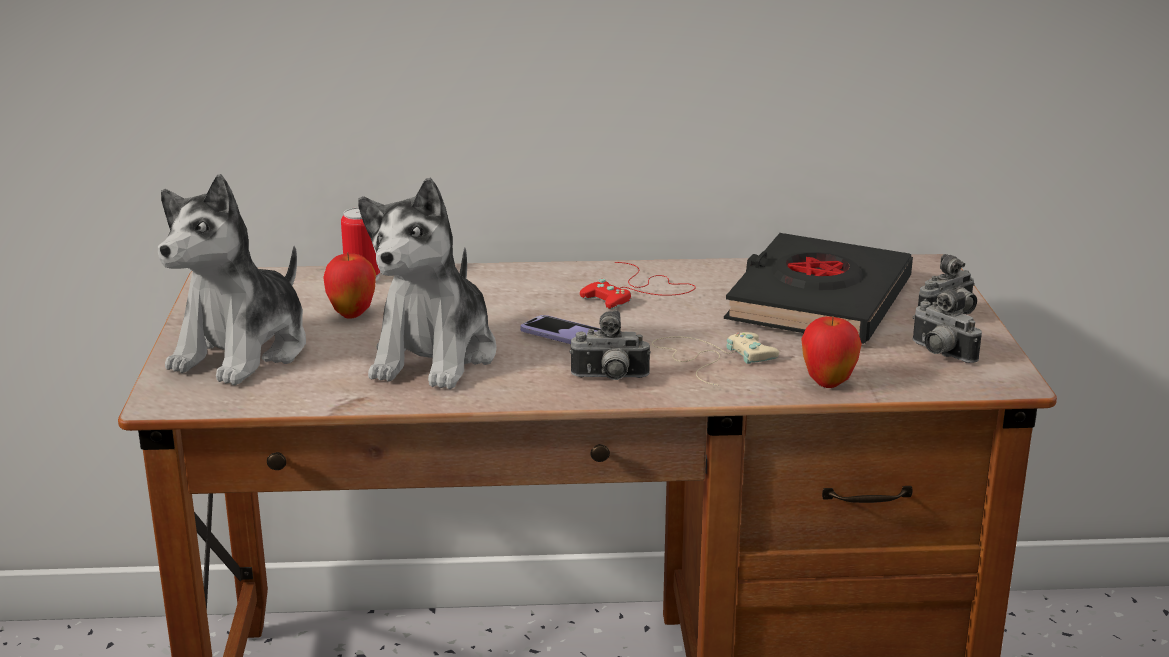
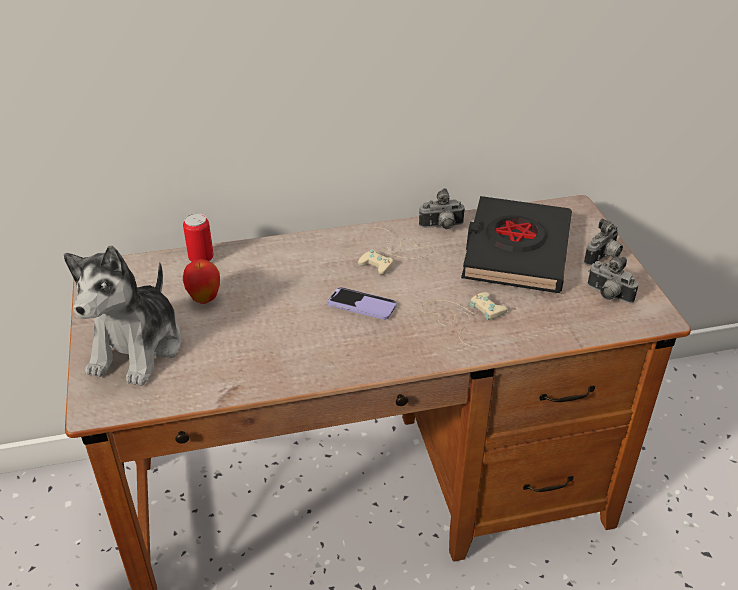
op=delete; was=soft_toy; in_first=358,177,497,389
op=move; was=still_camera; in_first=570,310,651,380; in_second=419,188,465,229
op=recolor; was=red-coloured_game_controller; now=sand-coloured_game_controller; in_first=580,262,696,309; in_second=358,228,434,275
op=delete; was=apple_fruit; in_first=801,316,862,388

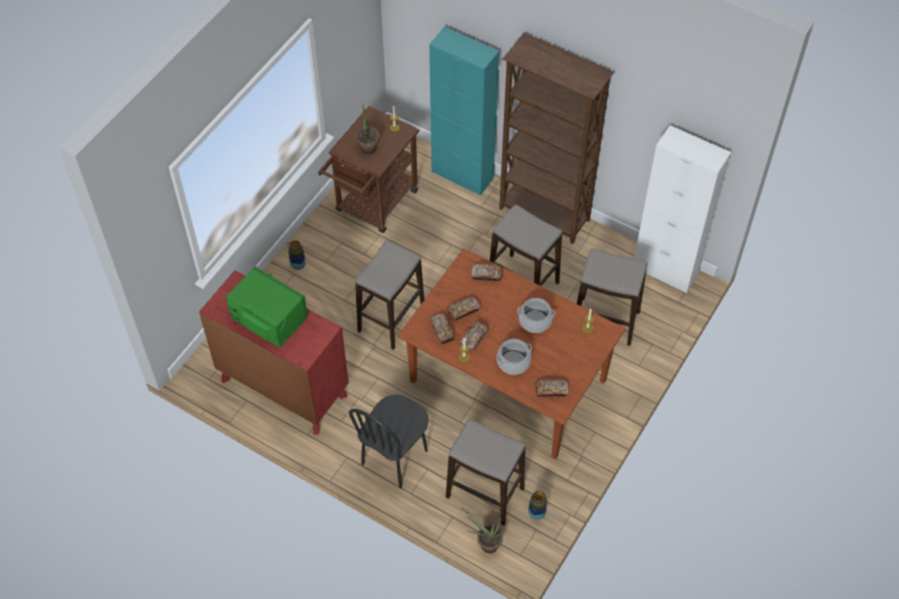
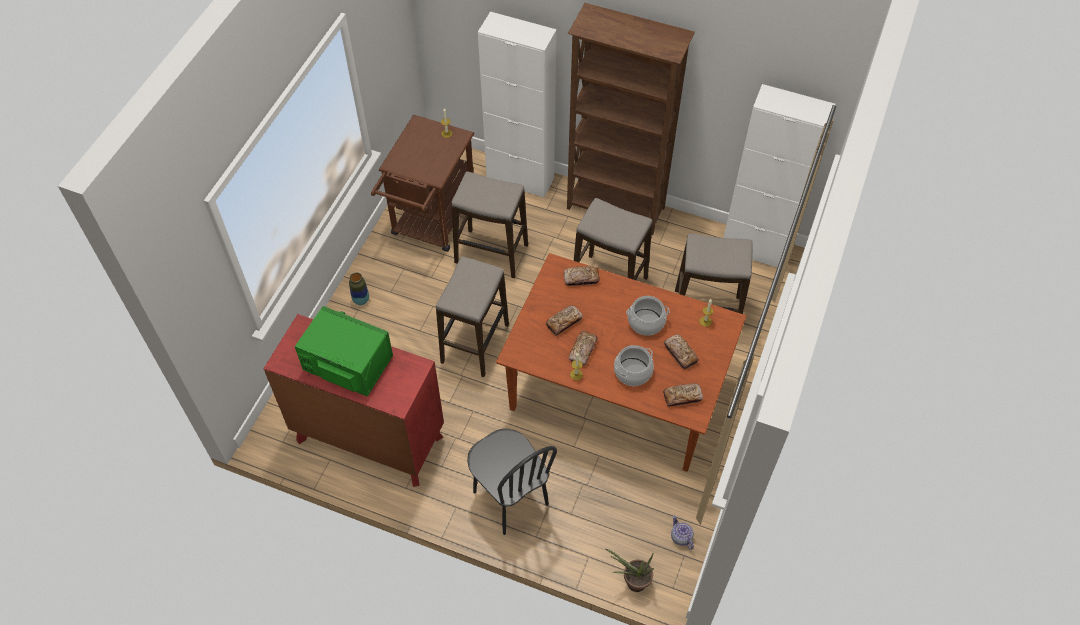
op=rotate; was=black-coloured_chair; in_first=349,395,429,489; in_second=467,428,557,535; clockwise=-60
op=delete; was=potted_plant; in_first=356,105,379,154
op=recolor; was=turquoise_cabinet; now=white_cabinet; in_first=429,27,499,196; in_second=478,11,557,198
op=move; was=bread; in_first=430,314,455,344; in_second=664,335,699,369
op=move; was=stool_seat; in_first=446,419,525,525; in_second=451,171,528,278
op=replace; was=decorative_vase; now=teapot; in_first=528,491,547,520; in_second=671,515,694,550

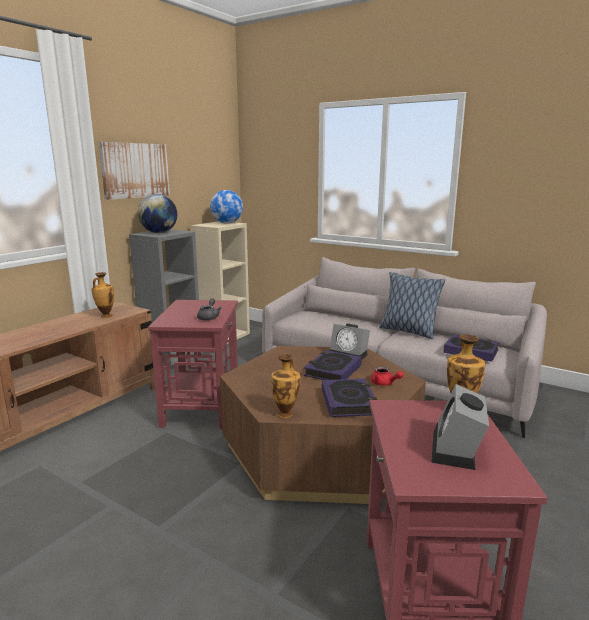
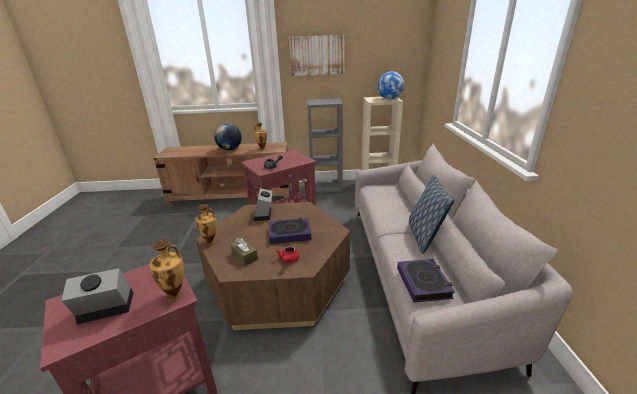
op=move; was=globe; in_first=138,194,177,233; in_second=214,124,242,150
op=replace; was=bound_book; now=brownish_tissue_box; in_first=322,379,377,417; in_second=230,238,258,266
op=move; was=bedside_clock; in_first=329,324,370,359; in_second=254,188,272,221

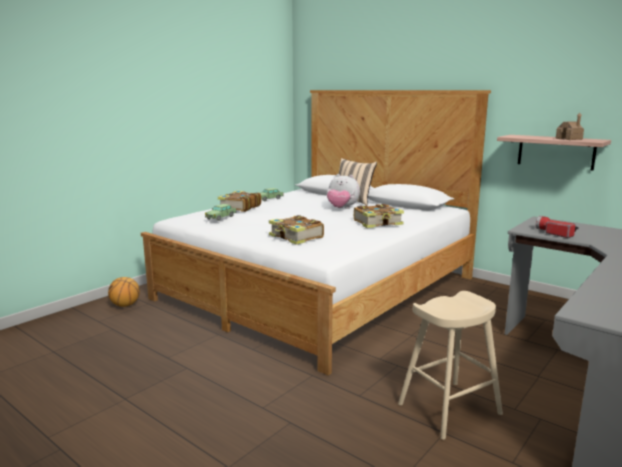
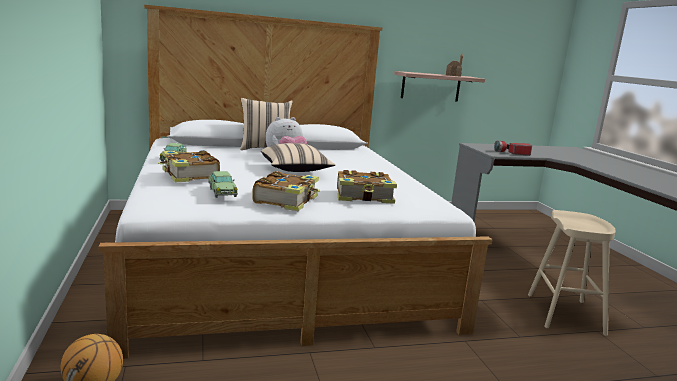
op=move; was=bound_book; in_first=354,204,404,228; in_second=252,171,320,211
op=insert; now=sand-coloured_pillow; in_second=261,143,335,172

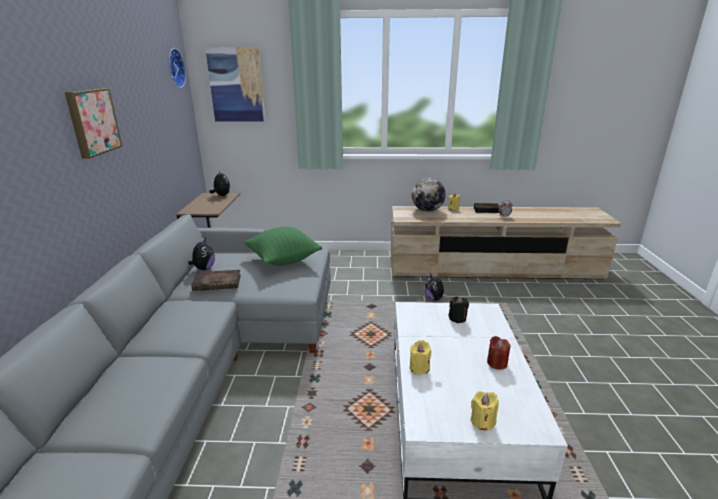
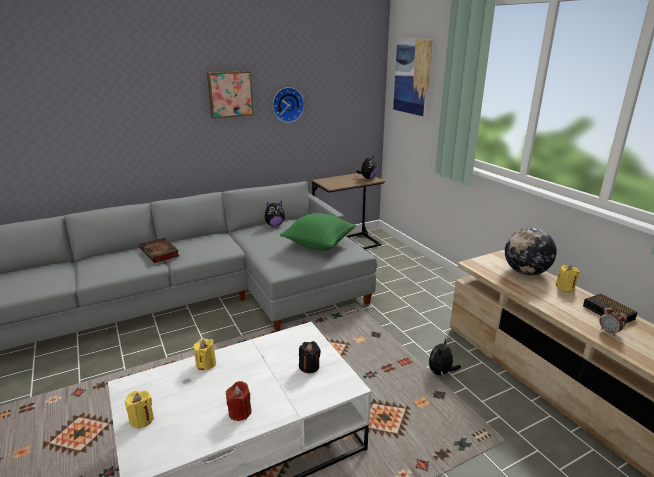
op=move; was=wall_clock; in_first=168,48,186,88; in_second=273,87,304,123
op=move; was=bound_book; in_first=192,270,241,291; in_second=139,238,180,263

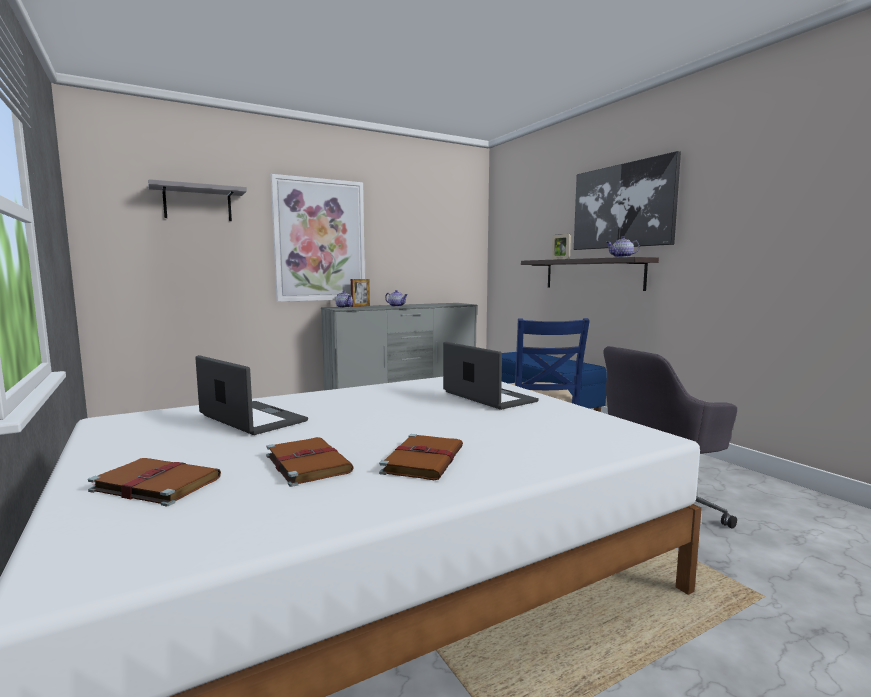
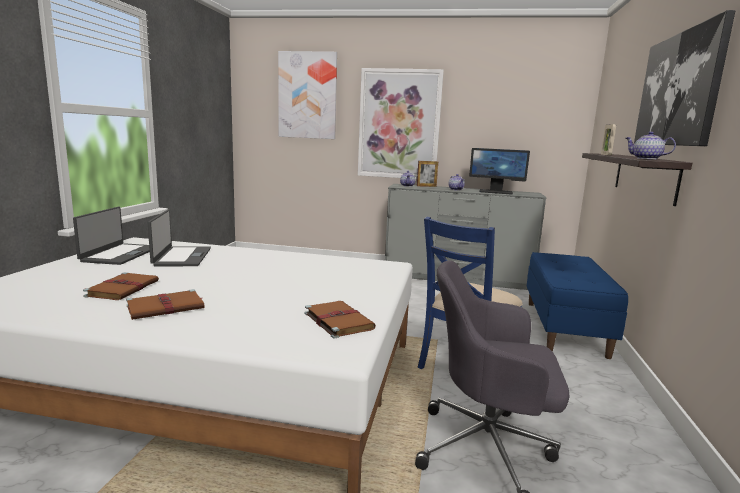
op=move; was=brownish_bound_book; in_first=88,458,221,507; in_second=305,301,376,339
op=replace; was=grey_wall_shelf; now=picture; in_first=148,179,247,221; in_second=278,51,337,139
op=move; was=portable_computer; in_first=443,342,539,410; in_second=73,207,150,265
op=insert; now=monitor; in_second=469,148,530,195

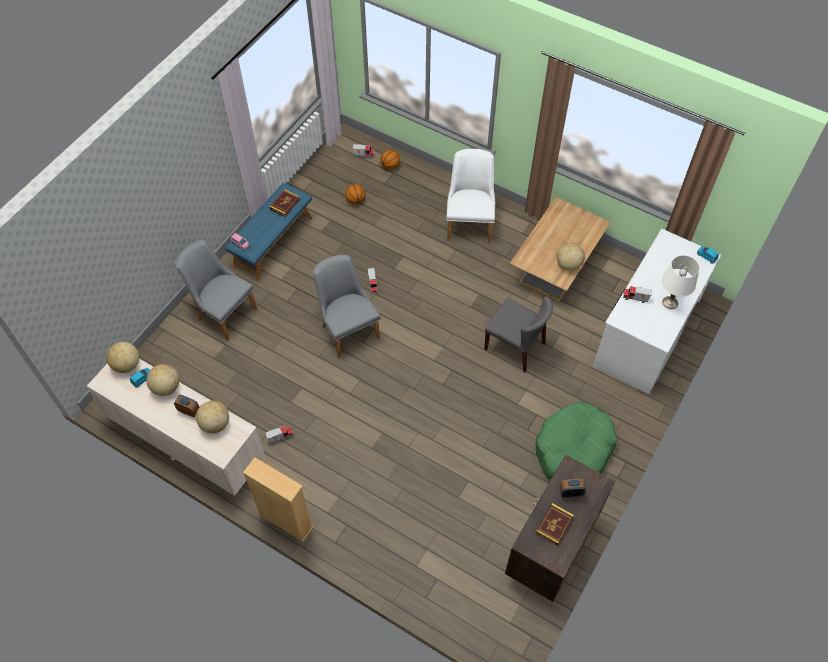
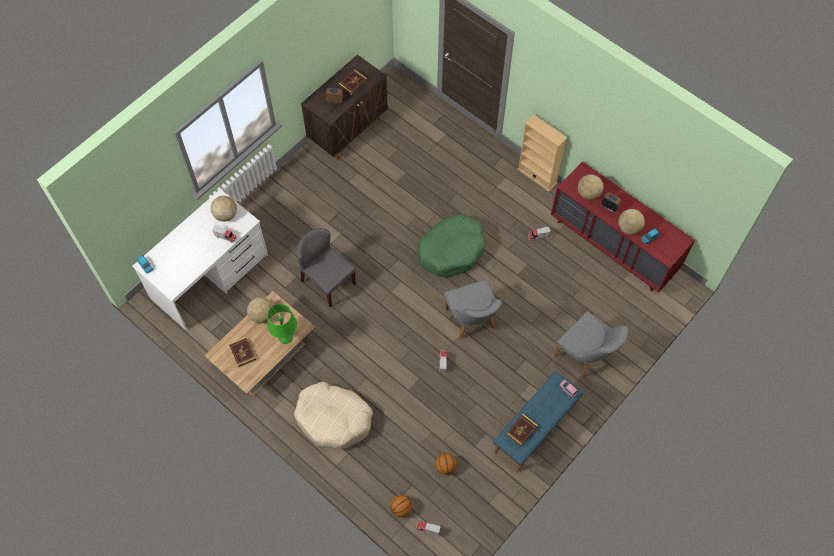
op=recolor; was=sand-coloured_dresser; now=red-coloured_dresser; in_first=87,359,265,496; in_second=551,161,695,293
op=move; was=globe; in_first=106,342,139,373; in_second=211,196,237,222
op=replace; was=white_chair; now=sand-coloured_dog_cushion; in_first=446,149,495,243; in_second=294,382,373,450
op=move; was=green-coloured_dog_cushion; in_first=536,402,617,479; in_second=418,214,485,277
op=delete; was=white_table_lamp; in_first=662,255,699,309
op=insert; now=bound_book; in_second=229,337,256,367
op=insert; now=green-coloured_table_lamp; in_second=267,304,297,344

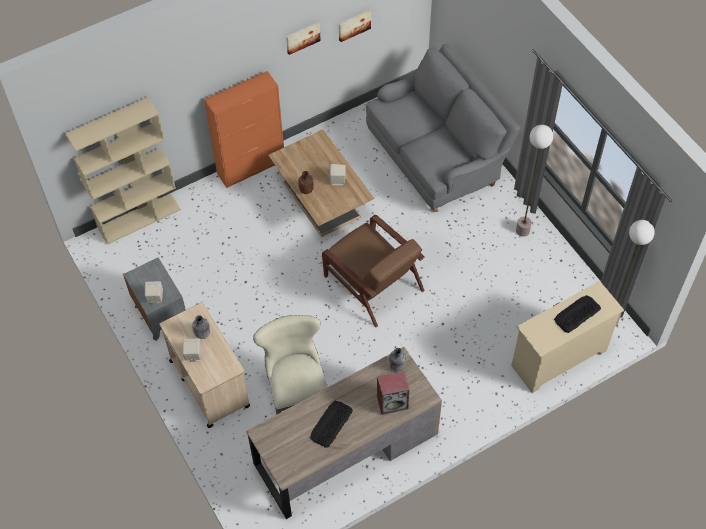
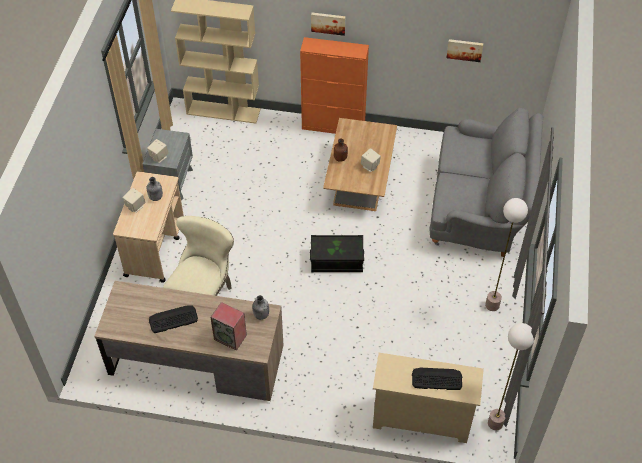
op=move; was=picture; in_first=286,22,321,55; in_second=311,13,345,36
op=replace; was=brownish_armchair; now=black-coloured_storage_box; in_first=322,215,425,327; in_second=310,235,364,272

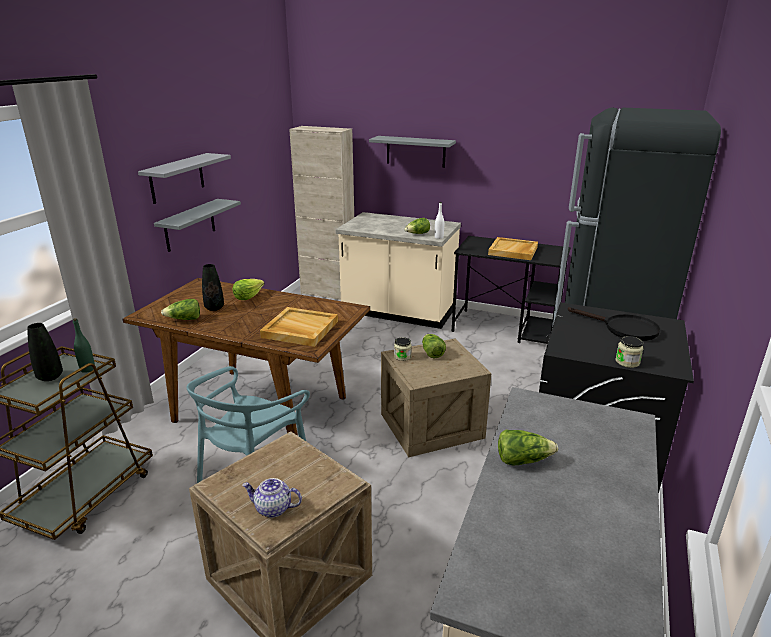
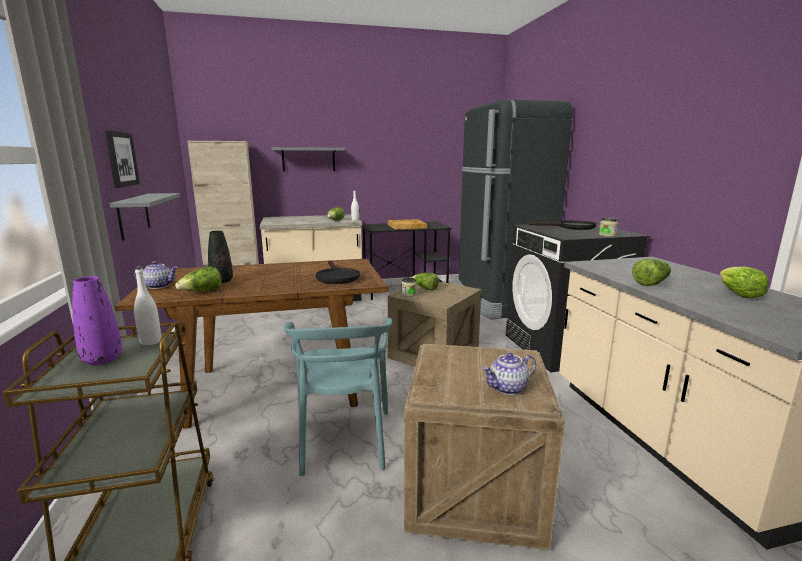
op=recolor; was=black-coloured_decorative_vase; now=purplish_decorative_vase; in_first=27,323,63,381; in_second=72,276,122,365
op=recolor; was=green-coloured_drink_bottle; now=white_drink_bottle; in_first=73,318,95,373; in_second=134,267,161,346
op=replace; was=grey_wall_shelf; now=picture; in_first=138,153,231,204; in_second=105,130,140,188
op=move; was=lettuce_head; in_first=233,279,264,300; in_second=720,267,769,298
op=replace; was=sand-coloured_serving_tray; now=black-coloured_pan; in_first=260,307,338,347; in_second=316,261,360,284
op=insert; now=teapot; in_second=134,261,178,289

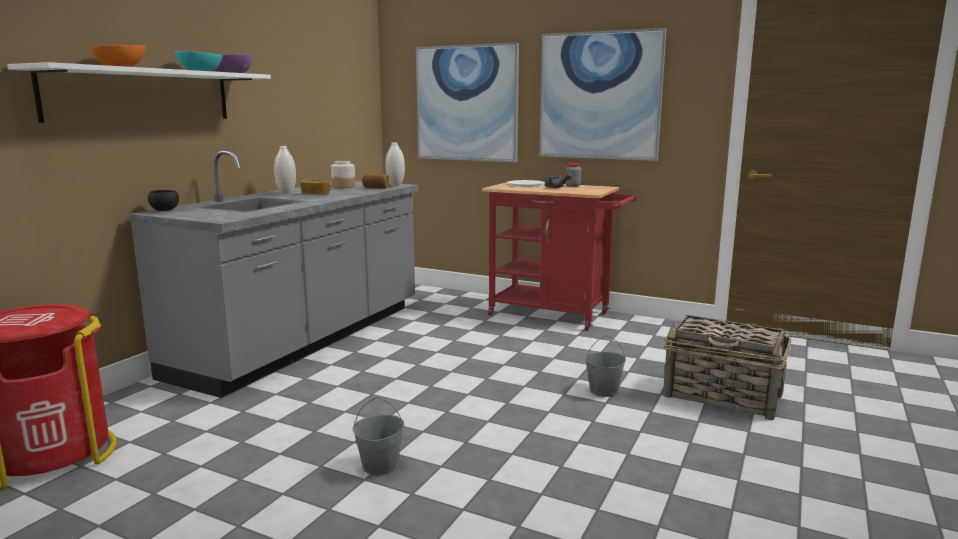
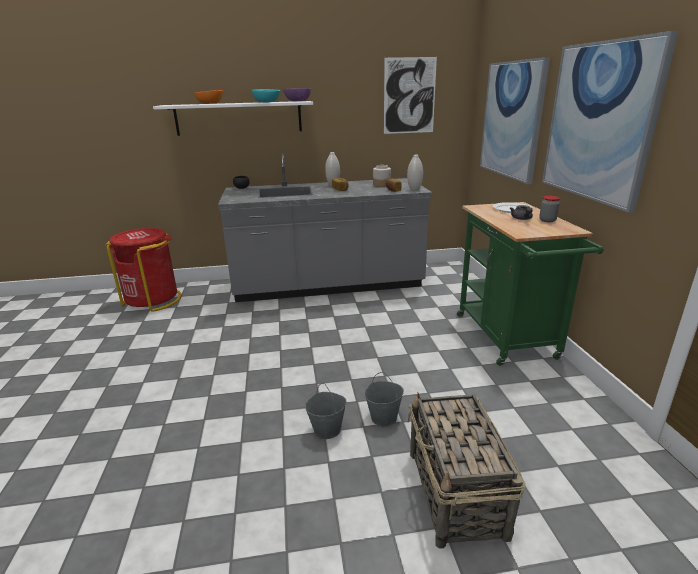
op=move; was=grey_pail; in_first=353,397,404,475; in_second=305,383,347,439
op=recolor; was=red-coloured_wheeled_cart; now=green-coloured_wheeled_cart; in_first=482,182,637,331; in_second=457,202,604,366
op=insert; now=picture; in_second=384,57,437,134

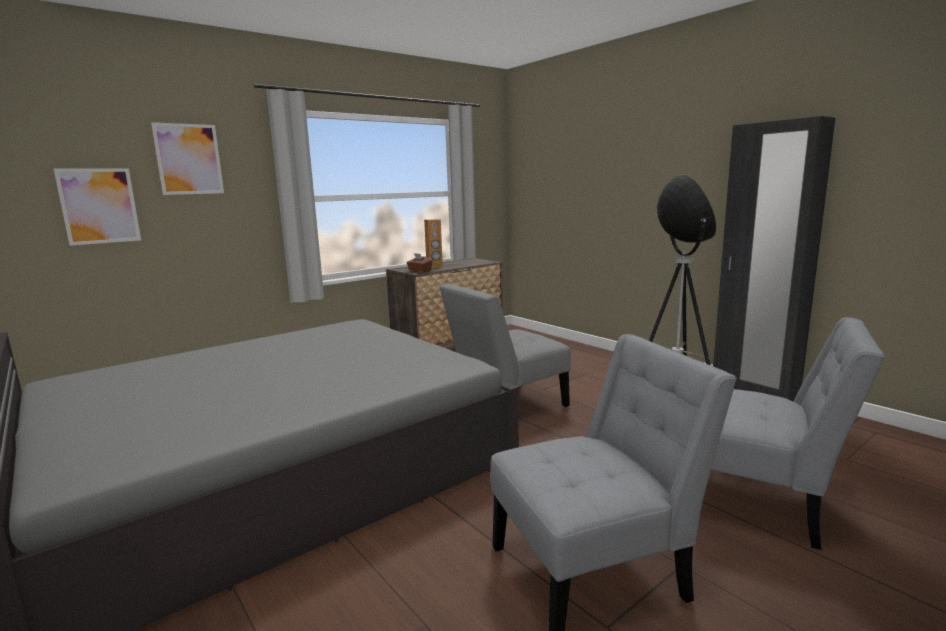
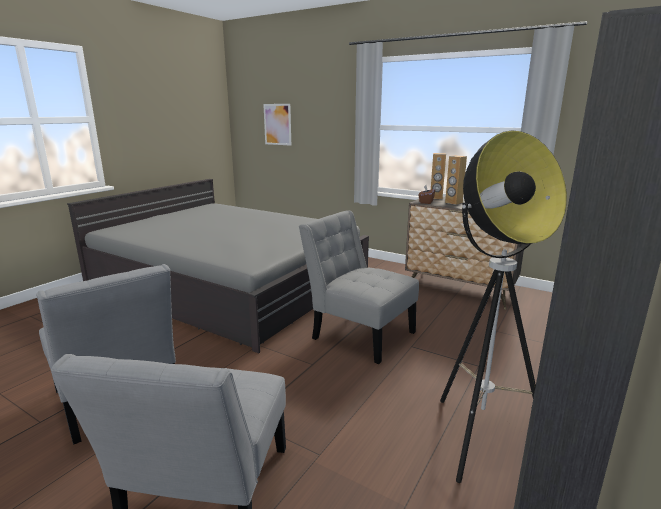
op=delete; was=picture; in_first=151,122,224,195
op=insert; now=brownish_speaker; in_second=431,153,446,199

